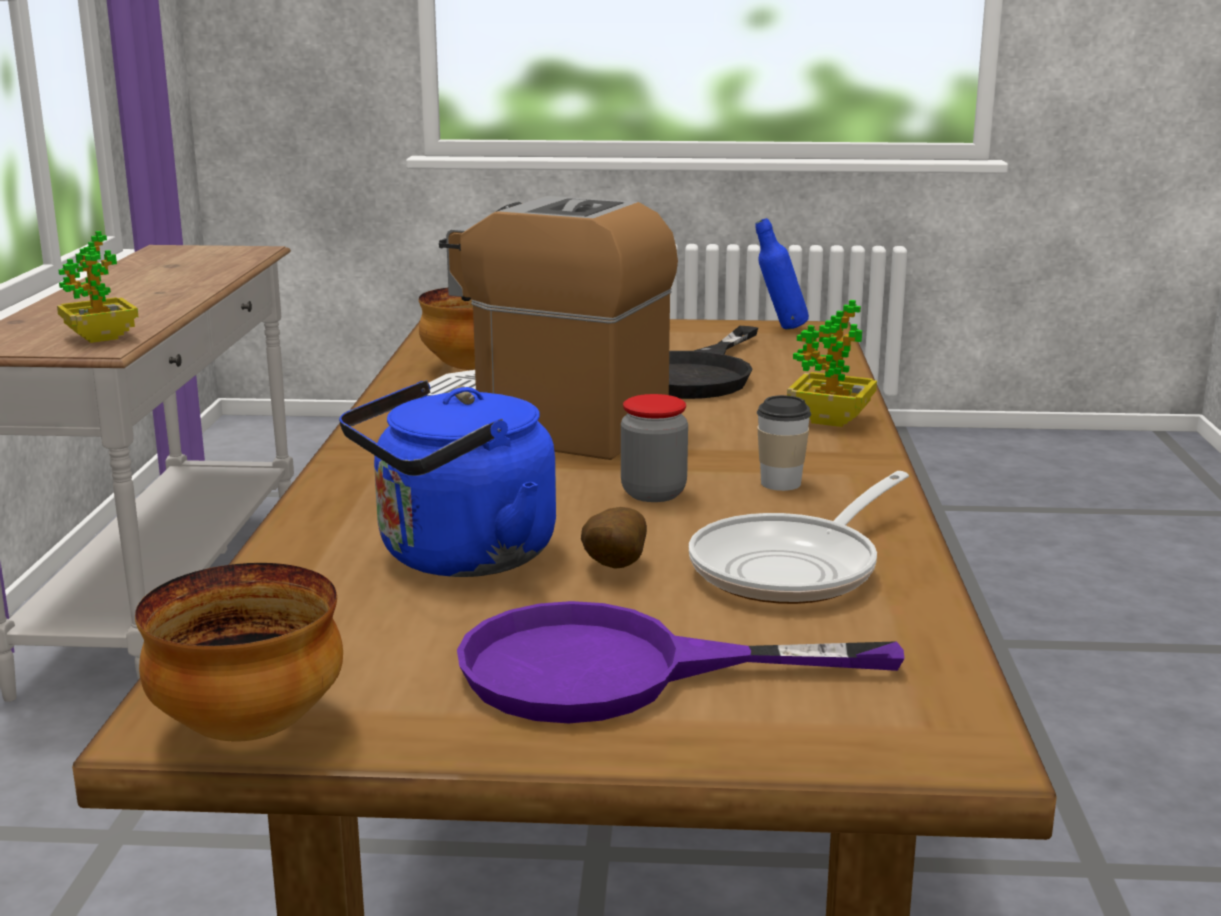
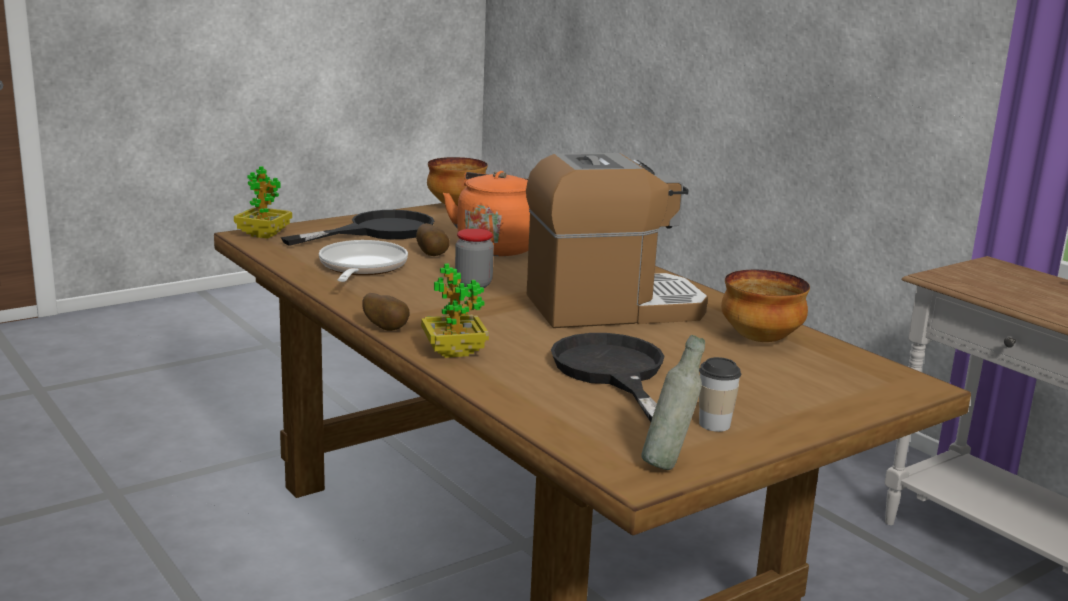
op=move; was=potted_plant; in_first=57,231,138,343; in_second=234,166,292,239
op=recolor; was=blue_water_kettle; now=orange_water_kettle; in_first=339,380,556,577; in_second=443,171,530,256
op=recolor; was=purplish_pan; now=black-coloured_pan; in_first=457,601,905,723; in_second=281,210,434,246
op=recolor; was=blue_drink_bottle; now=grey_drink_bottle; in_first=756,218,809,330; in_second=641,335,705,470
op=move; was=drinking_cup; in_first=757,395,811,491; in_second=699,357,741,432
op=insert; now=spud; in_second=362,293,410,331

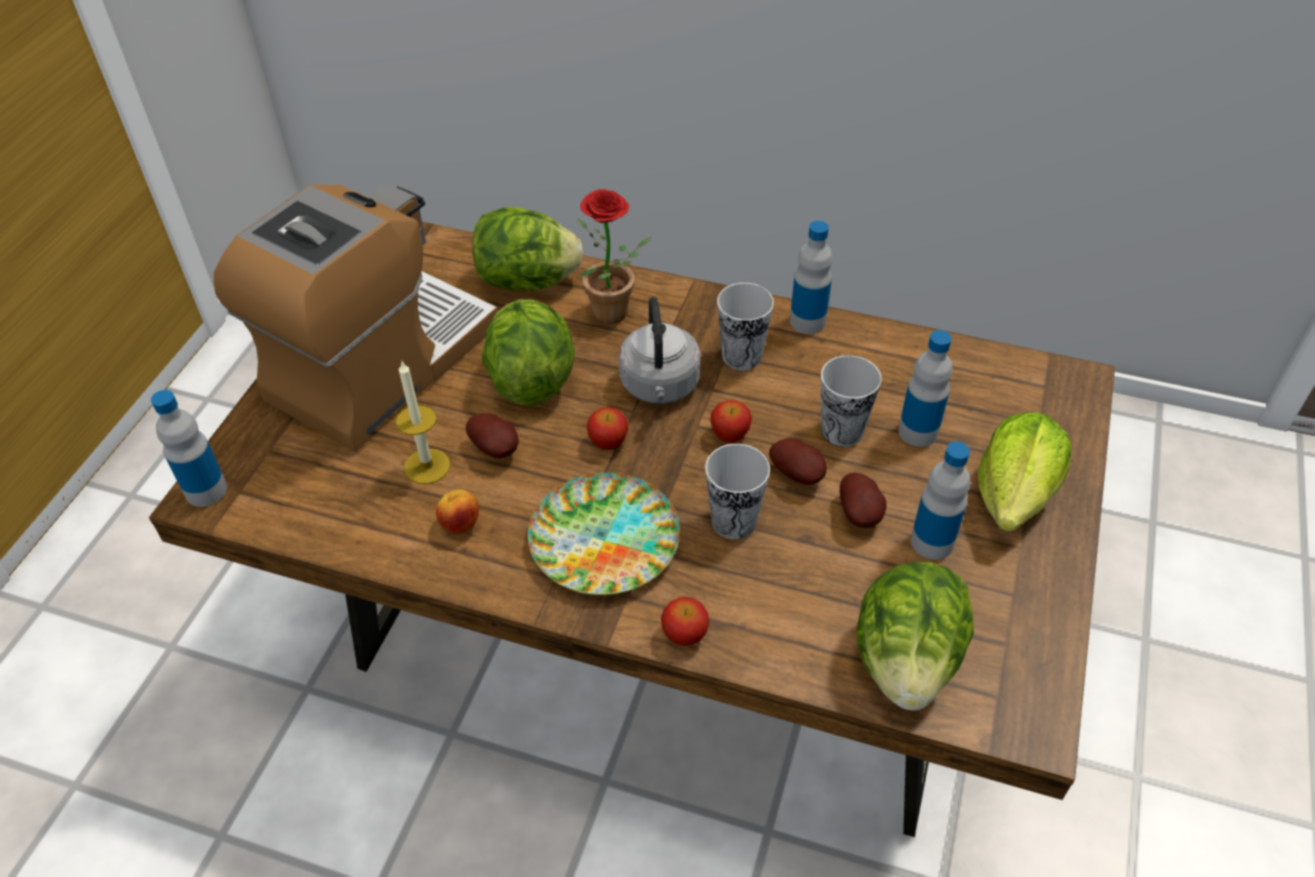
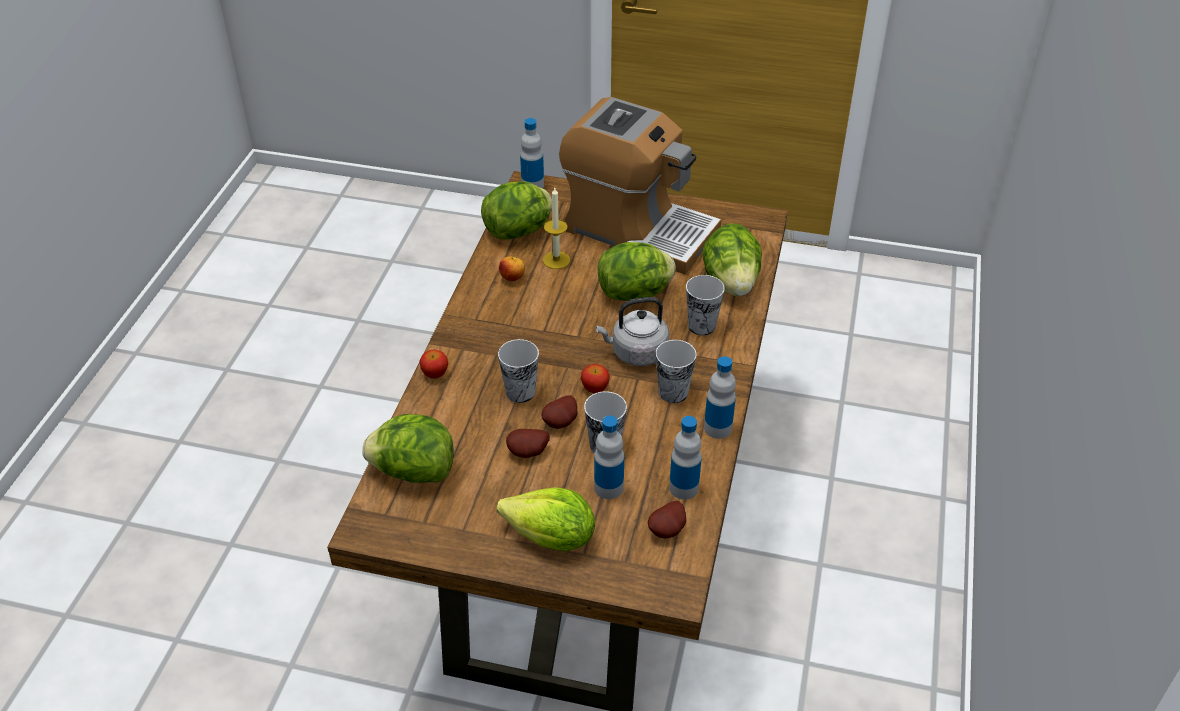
op=move; was=spud; in_first=466,413,519,458; in_second=648,501,686,539
op=delete; was=flat_dish; in_first=528,473,680,595
op=replace; was=potted_plant; now=drinking_cup; in_first=577,189,651,324; in_second=686,275,725,336
op=delete; was=apple_fruit; in_first=587,407,628,450
op=move; was=drink_bottle; in_first=911,441,970,560; in_second=669,416,702,500
op=insert; now=lettuce_head; in_second=481,181,552,240

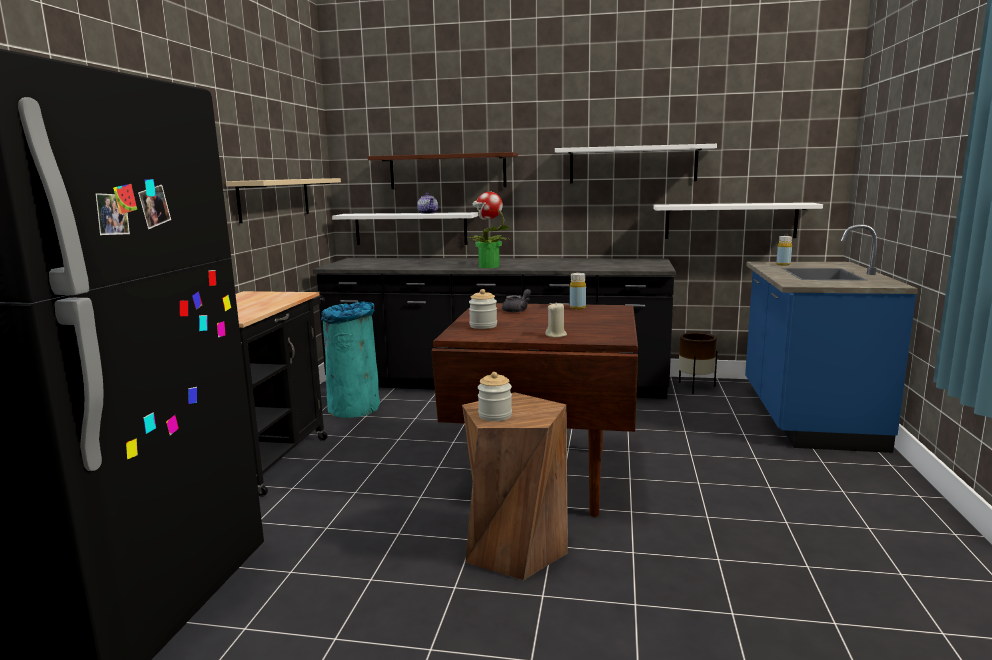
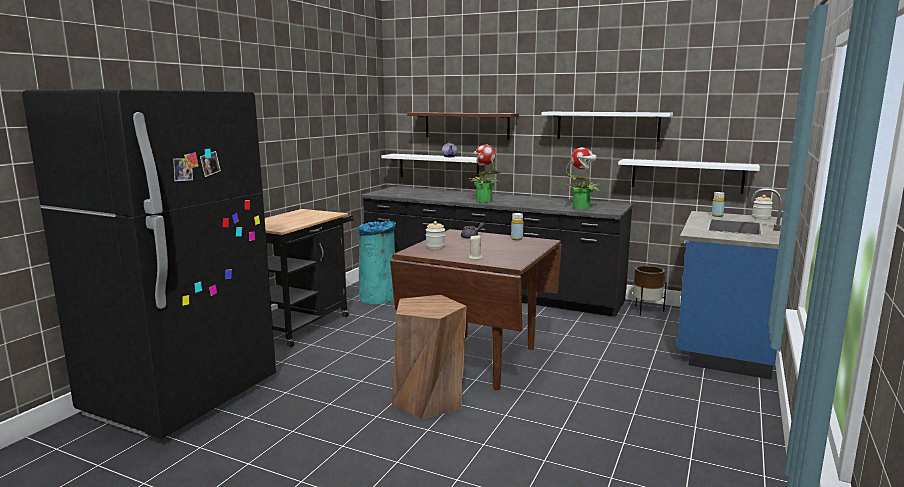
op=delete; was=sand-coloured_wall_shelf; in_first=226,178,341,223
op=move; was=storage_jar; in_first=478,372,512,421; in_second=752,195,773,219
op=insert; now=potted_plant; in_second=563,147,602,209

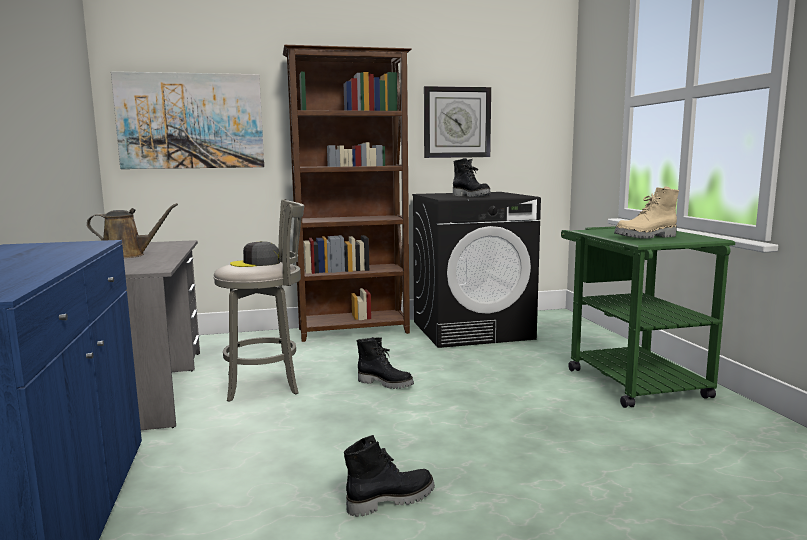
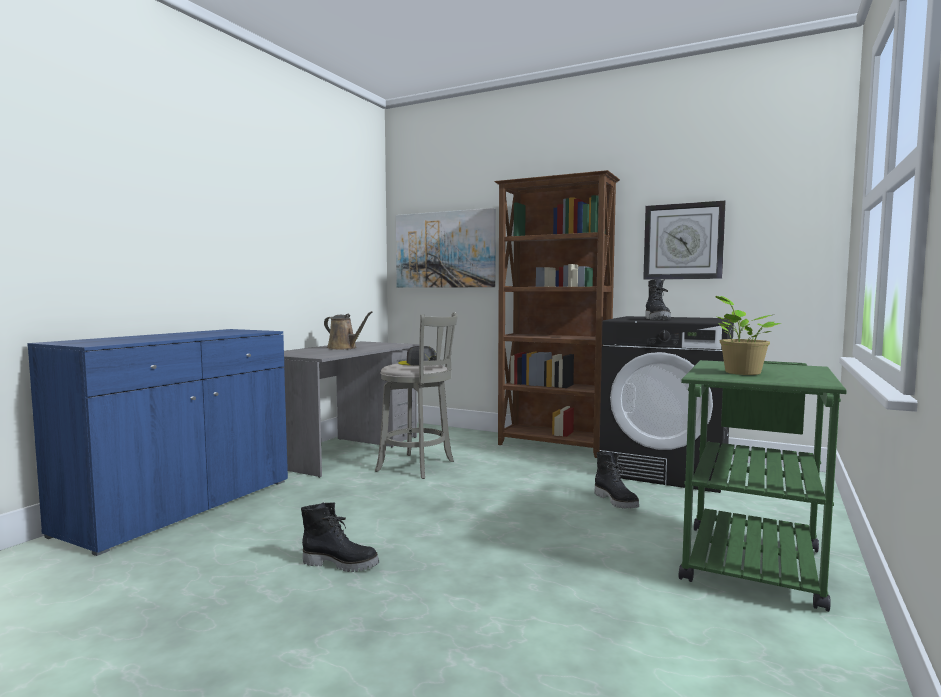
op=move; was=black-coloured_tall_boot; in_first=357,337,414,389; in_second=595,452,639,509
op=replace; was=sand-coloured_tall_boot; now=potted_plant; in_first=614,186,679,239; in_second=715,296,781,375

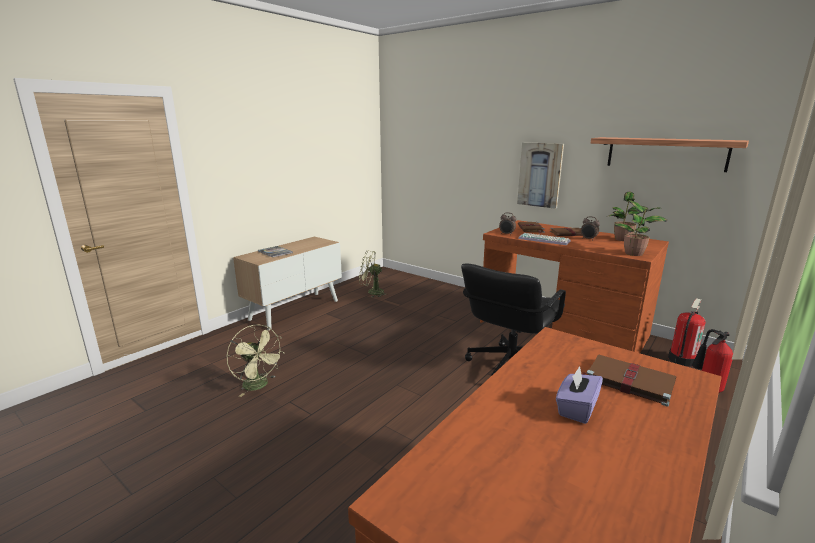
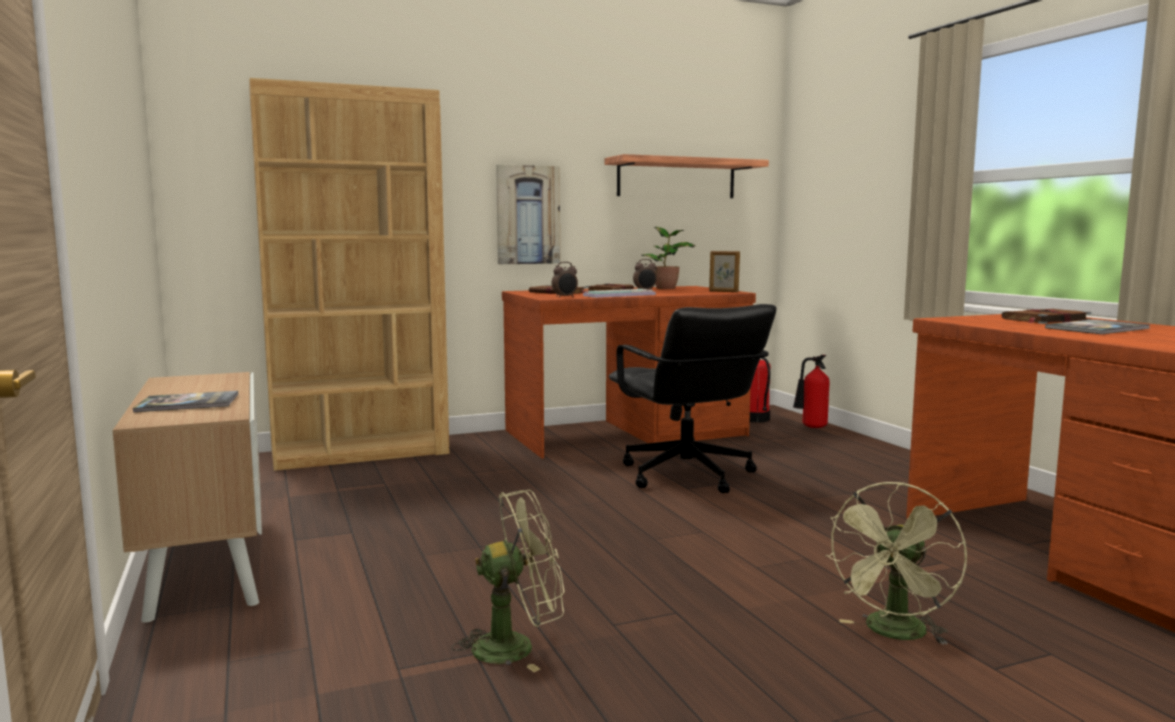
op=move; was=green-coloured_electric_fan; in_first=359,251,388,297; in_second=826,482,967,645
op=replace; was=purplish_tissue_box; now=bound_book; in_first=556,366,603,424; in_second=1045,319,1150,334
op=replace; was=potted_plant; now=standing_frame; in_first=614,200,667,256; in_second=709,251,740,292
op=insert; now=brownish_shelving_unit; in_second=249,78,450,471

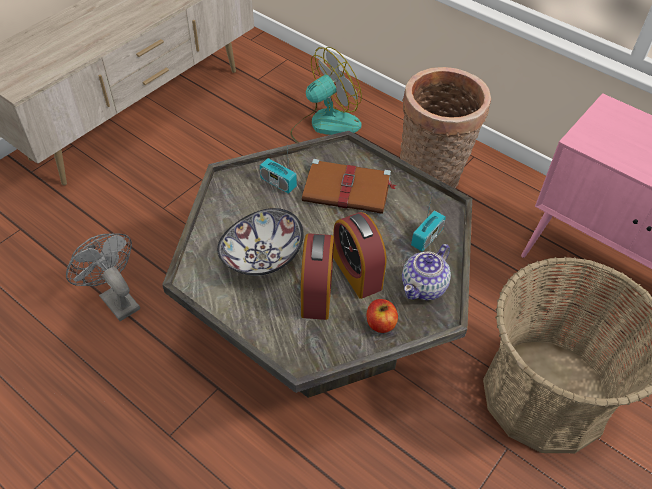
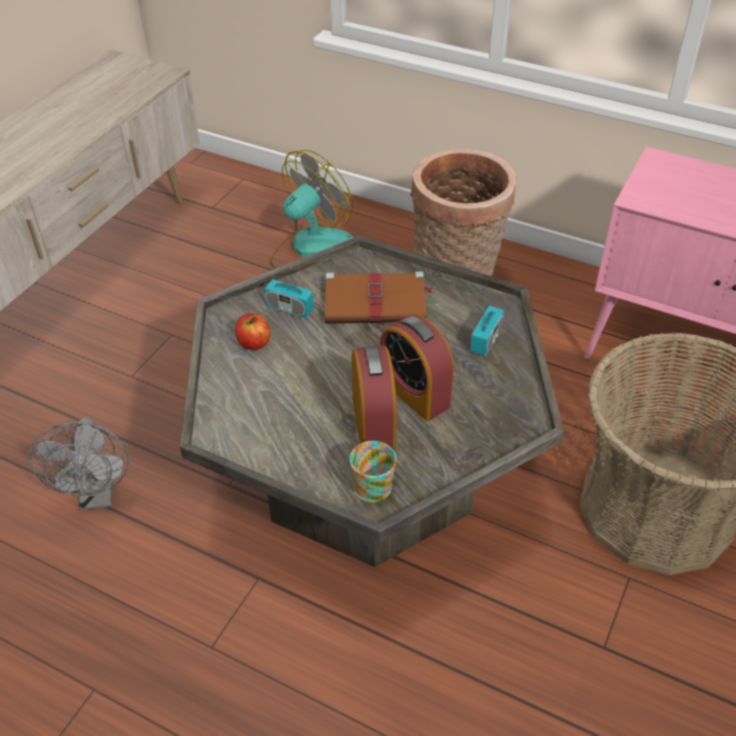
op=rotate; was=grey_electric_fan; in_first=66,233,140,321; in_second=29,417,129,510; clockwise=-135
op=delete; was=bowl; in_first=217,208,304,276
op=move; was=apple_fruit; in_first=366,299,398,333; in_second=235,313,270,350
op=delete; was=teapot; in_first=402,244,451,300
op=insert; now=tea_mug; in_second=350,441,397,503

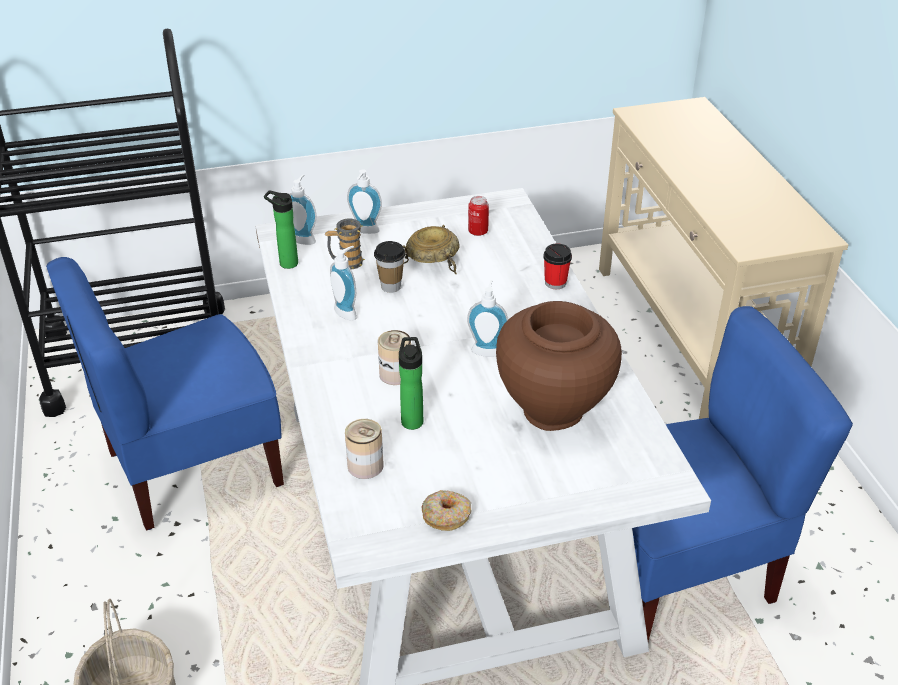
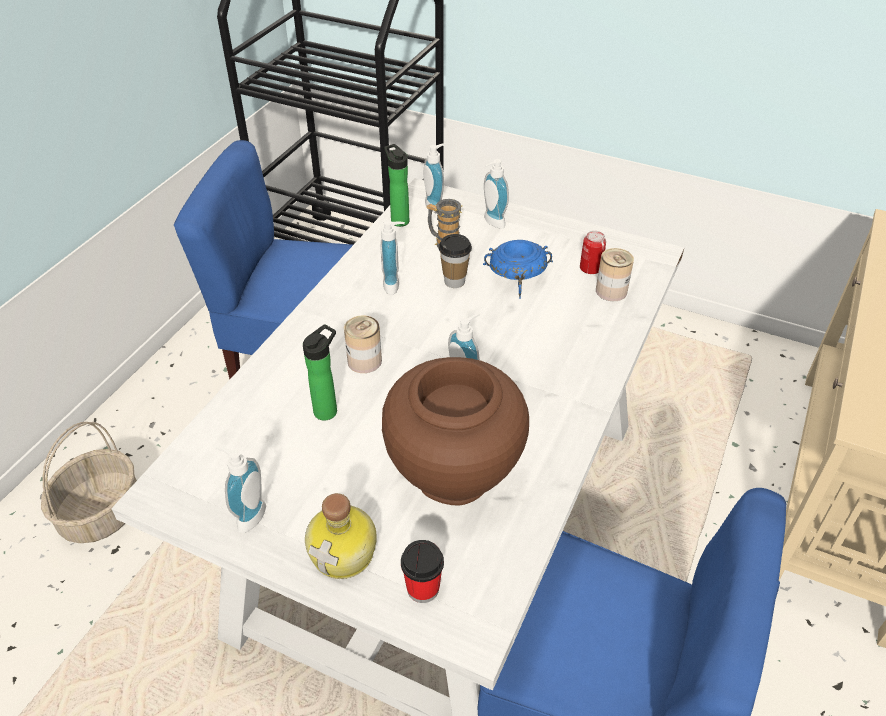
op=move; was=sealed_can; in_first=345,419,384,479; in_second=596,248,634,301
op=recolor; was=sand-coloured_bowl; now=blue_bowl; in_first=403,225,460,275; in_second=483,240,553,299
op=replace; was=doughnut; now=liquid_soap_bottle; in_first=421,490,471,531; in_second=215,446,266,533
op=move; was=drinking_cup; in_first=543,243,572,289; in_second=401,540,444,603
op=insert; now=drink_bottle; in_second=305,493,377,579

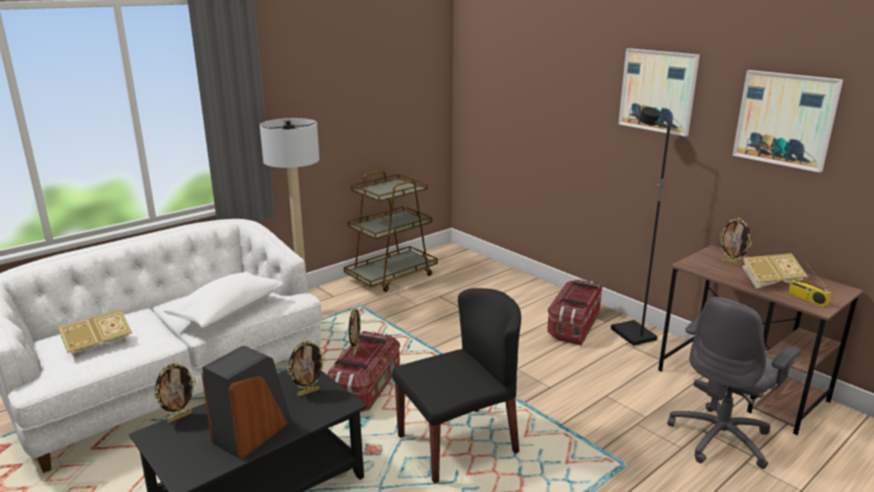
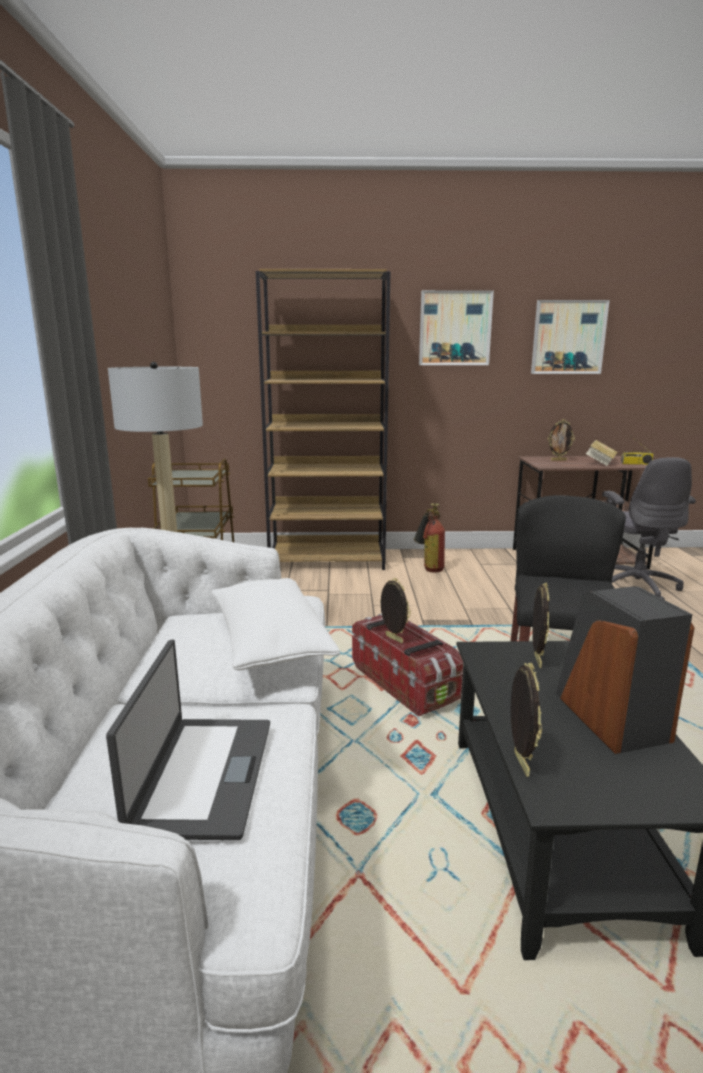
op=replace; was=bound_book; now=portable_computer; in_first=57,310,132,358; in_second=106,639,270,840
op=replace; was=storage_box; now=fire_extinguisher; in_first=547,279,602,346; in_second=414,503,445,573
op=delete; was=black-coloured_standard_lamp; in_first=611,107,671,346
op=insert; now=brownish_shelving_unit; in_second=256,269,390,570

